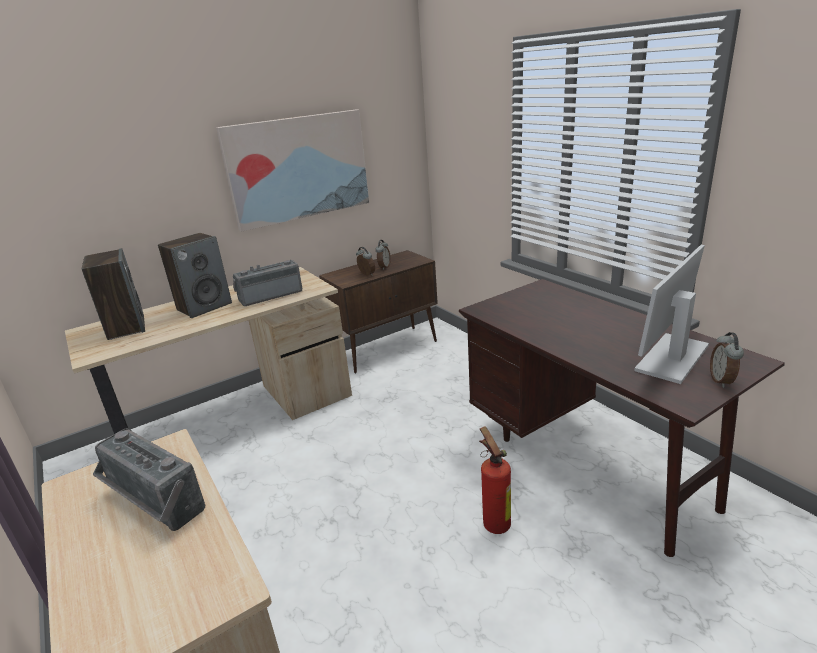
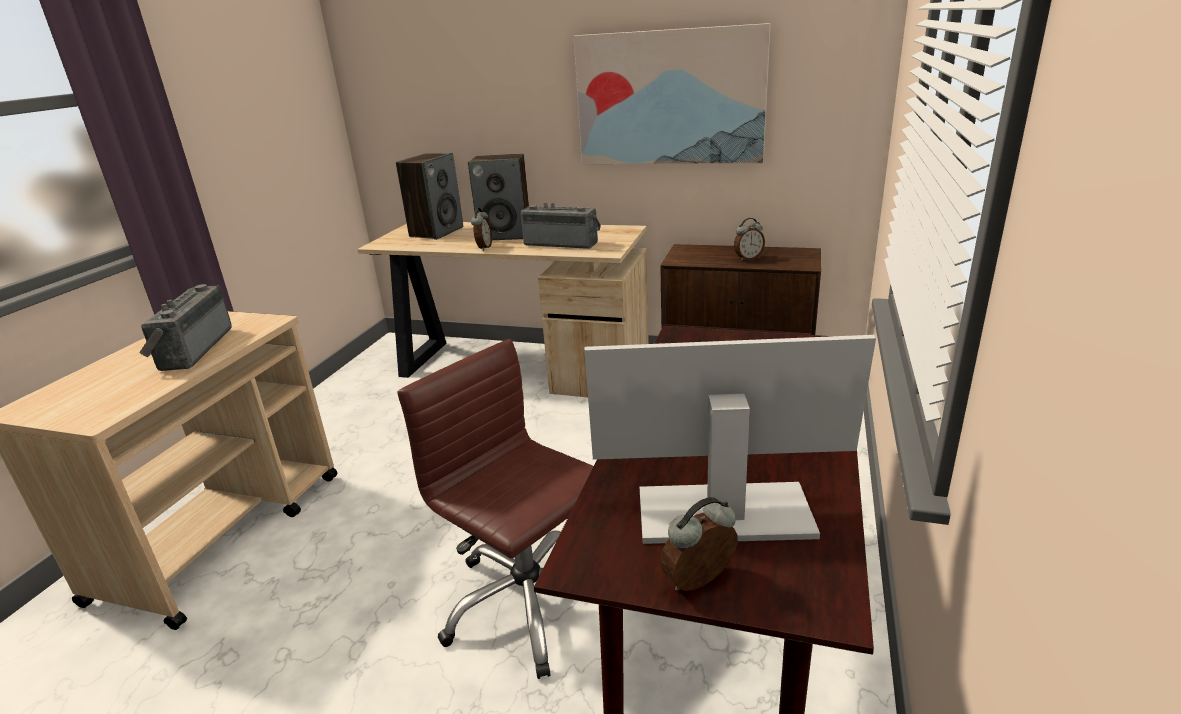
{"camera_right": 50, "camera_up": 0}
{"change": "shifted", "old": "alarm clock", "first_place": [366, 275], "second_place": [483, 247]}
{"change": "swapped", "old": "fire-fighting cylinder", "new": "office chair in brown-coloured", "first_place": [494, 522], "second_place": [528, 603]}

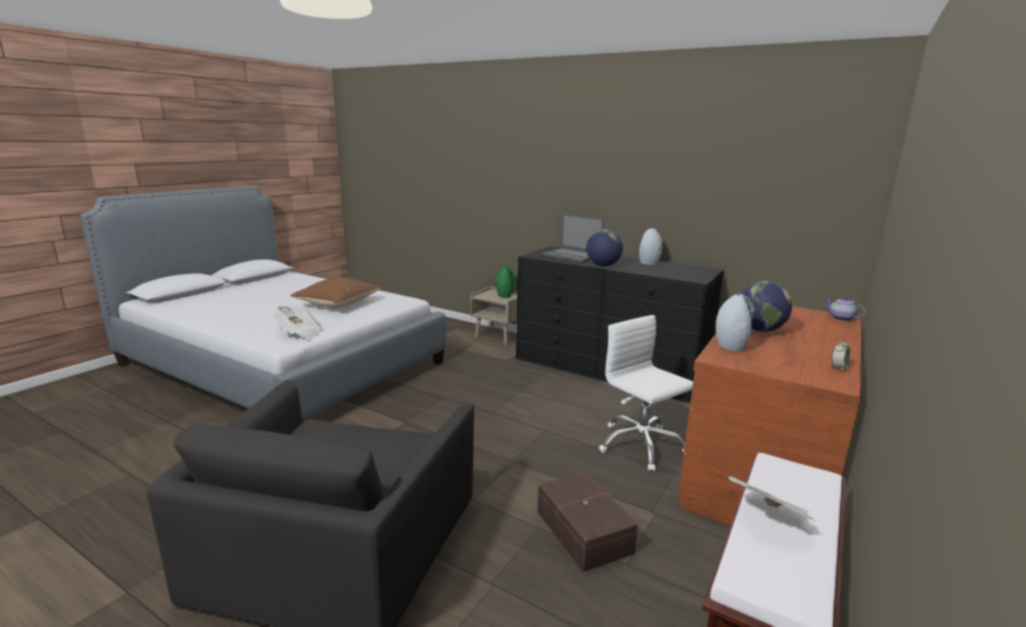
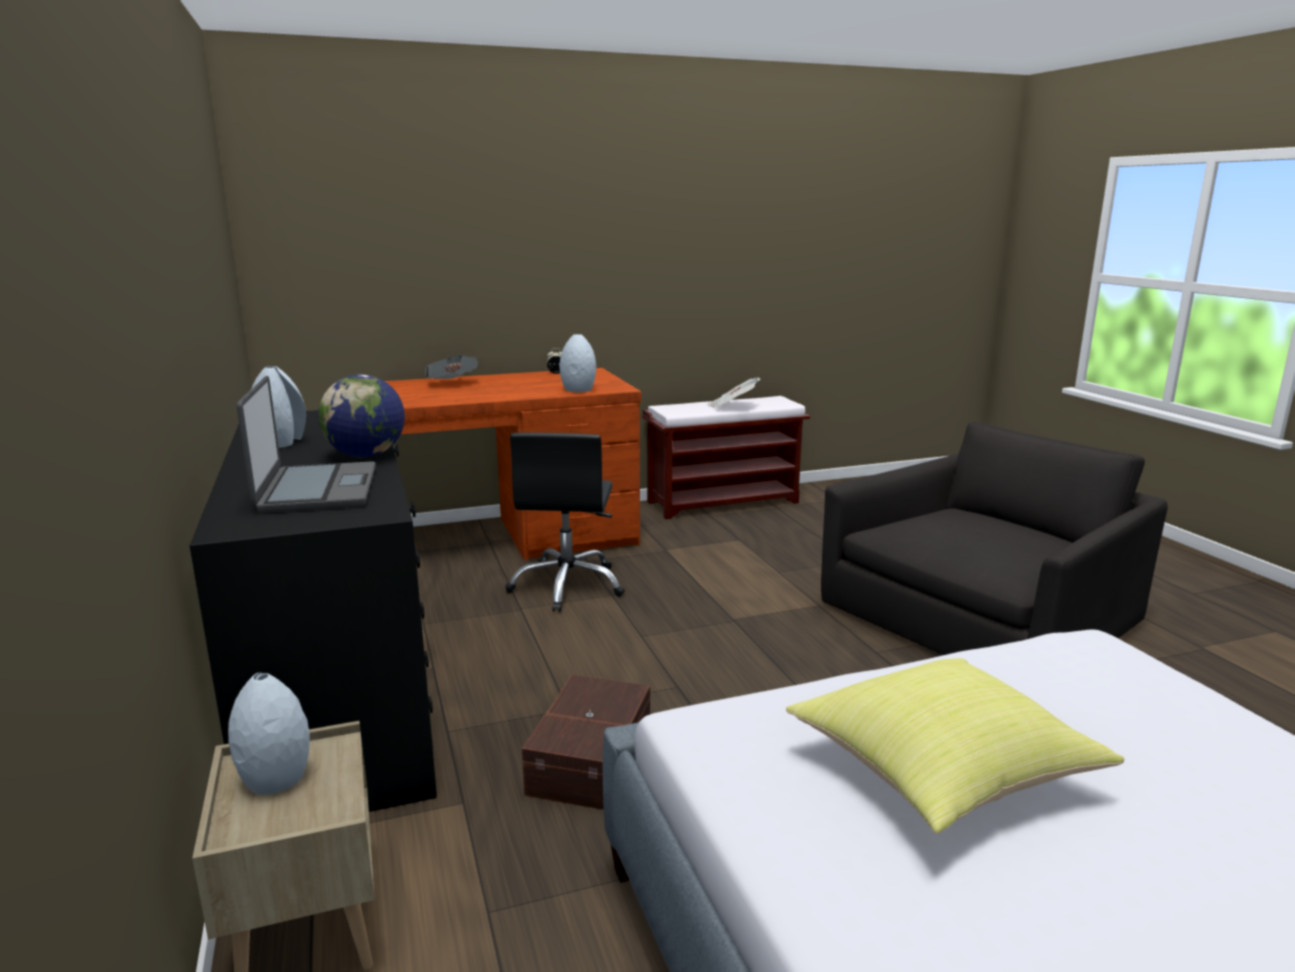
{"camera_right": -140, "camera_up": 0}
{"change": "repainted", "old": "flower vase in green-coloured", "new": "flower vase in gray", "first_place": [505, 296], "second_place": [273, 779]}
{"change": "repainted", "old": "pillow in brown-coloured", "new": "pillow in yellow-coloured", "first_place": [338, 304], "second_place": [942, 776]}
{"change": "gone", "old": "globe", "first_place": [759, 330]}
{"change": "gone", "old": "tea pot", "first_place": [841, 318]}
{"change": "shifted", "old": "newspaper", "first_place": [299, 333], "second_place": [452, 383]}
{"change": "repainted", "old": "office chair in white-coloured", "new": "office chair in black-coloured", "first_place": [641, 445], "second_place": [568, 586]}
{"change": "shifted", "old": "storage container in brown-coloured", "first_place": [582, 533], "second_place": [593, 759]}

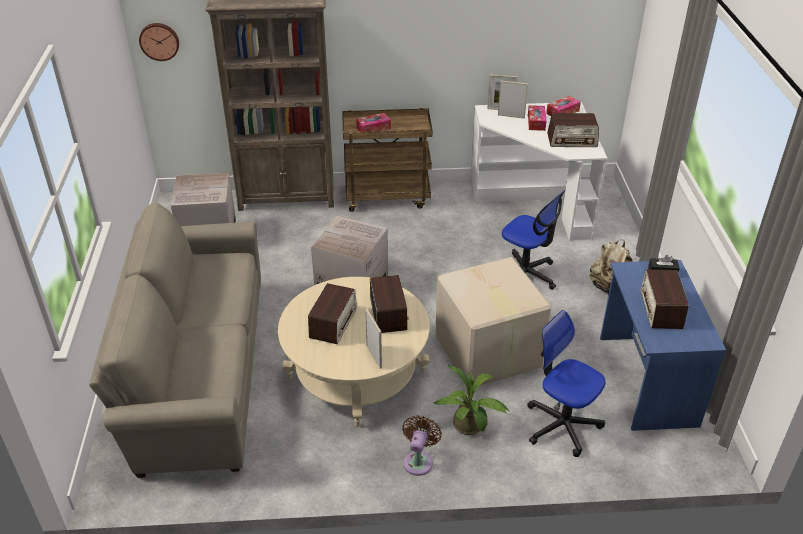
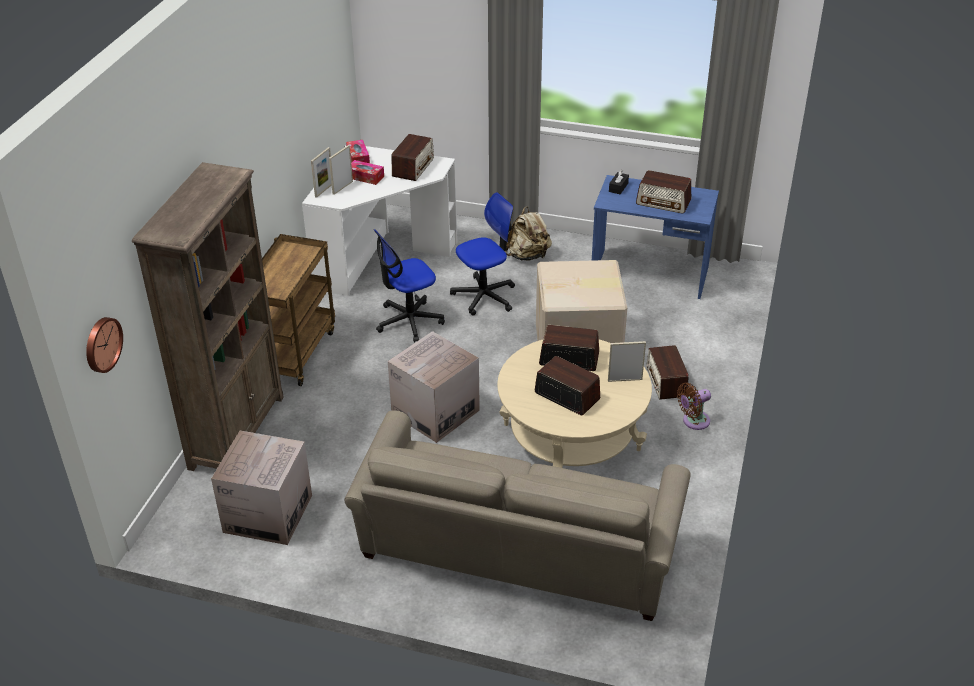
{"camera_right": -70, "camera_up": 0}
{"change": "gone", "old": "box of tissues", "first_place": [373, 128]}
{"change": "shifted", "old": "office chair", "first_place": [562, 425], "second_place": [409, 321]}
{"change": "swapped", "old": "plant in a pot", "new": "radio", "first_place": [470, 427], "second_place": [666, 382]}
{"change": "rotated", "old": "electric fan in brown-coloured", "first_place": [419, 460], "second_place": [693, 421], "degrees": -60}

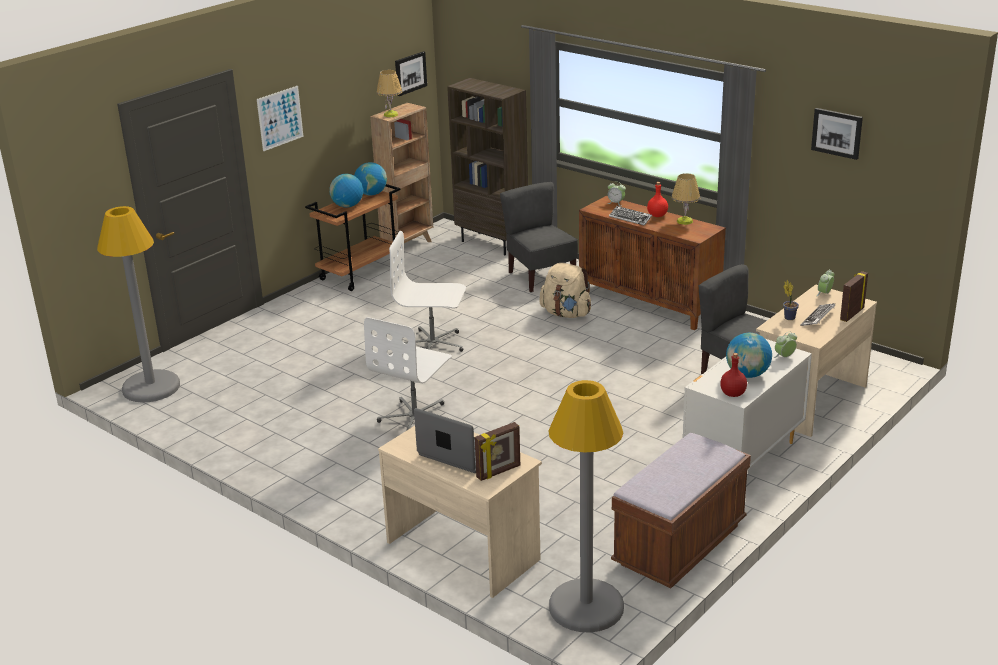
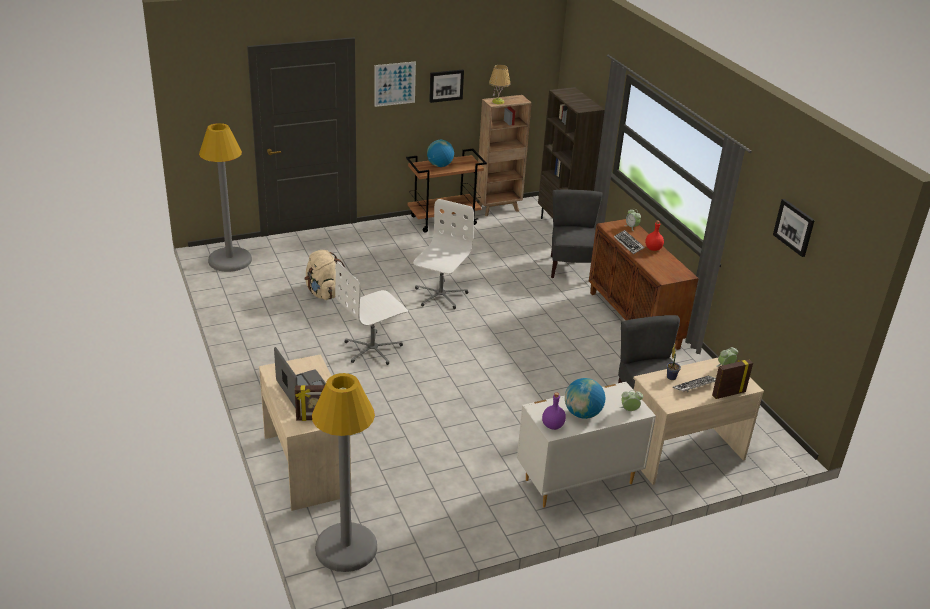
{"camera_right": 25, "camera_up": 5}
{"change": "shifted", "old": "wall picture", "first_place": [410, 73], "second_place": [446, 85]}
{"change": "gone", "old": "globe", "first_place": [371, 194]}
{"change": "gone", "old": "tabletop lamp", "first_place": [684, 221]}
{"change": "rotated", "old": "office chair in white-coloured", "first_place": [433, 344], "second_place": [440, 295], "degrees": 75}
{"change": "shifted", "old": "backpack in beige", "first_place": [566, 314], "second_place": [323, 293]}
{"change": "repainted", "old": "drink bottle in red", "new": "drink bottle in purplish", "first_place": [732, 394], "second_place": [552, 425]}
{"change": "gone", "old": "bench in brown-coloured", "first_place": [680, 545]}

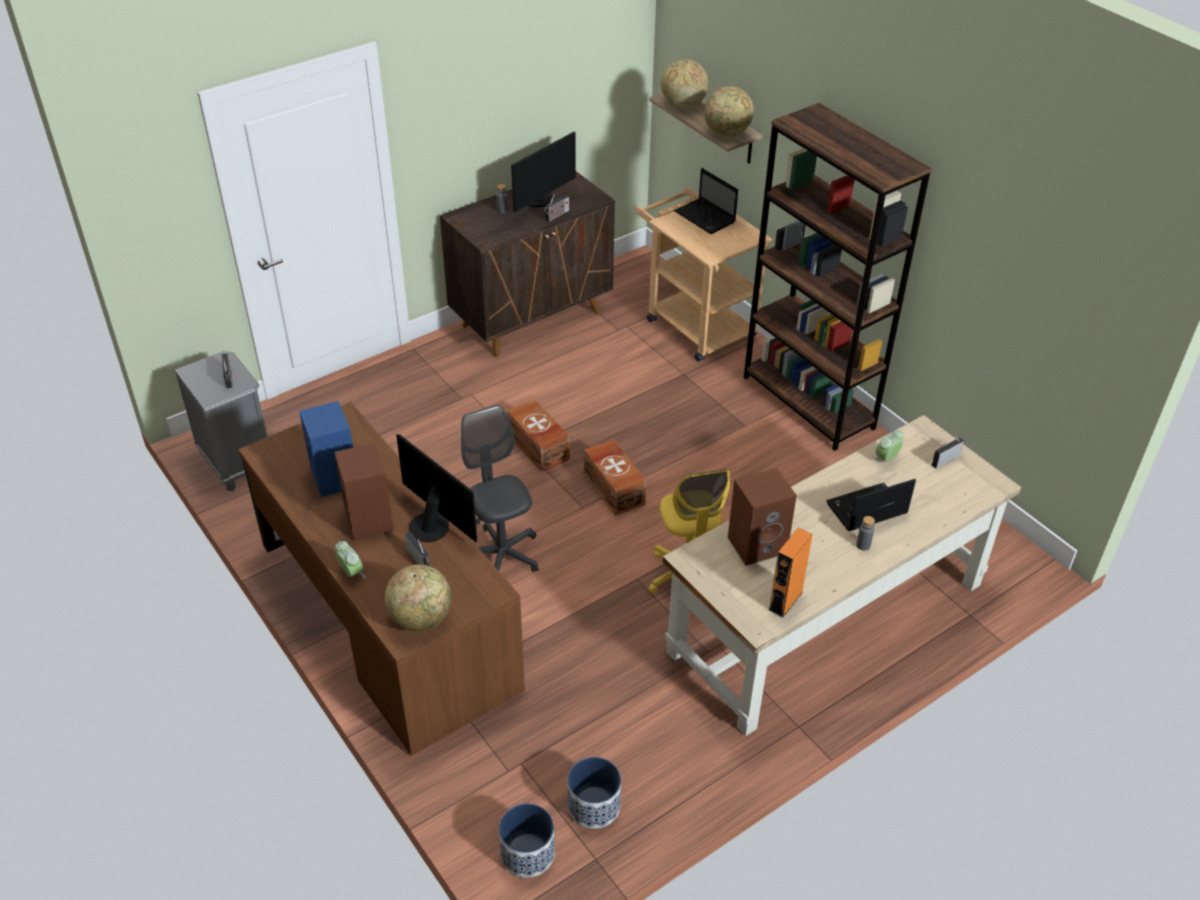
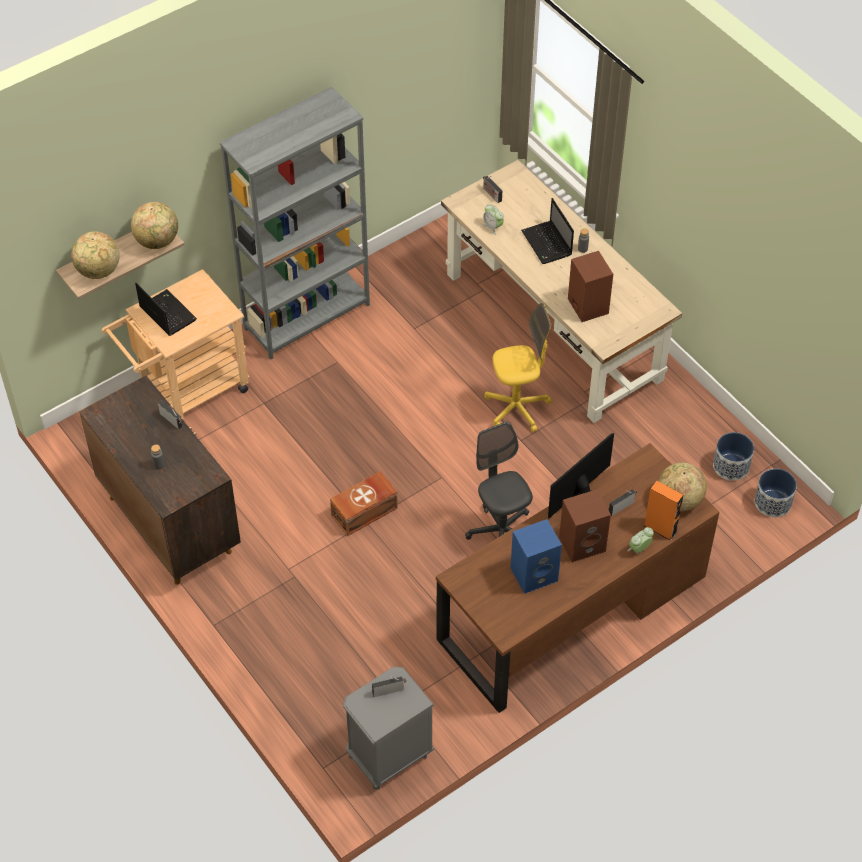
{"camera_right": -90, "camera_up": 10}
{"change": "repainted", "old": "bookcase in brown-coloured", "new": "bookcase in gray", "first_place": [808, 402], "second_place": [307, 316]}
{"change": "gone", "old": "computer display", "first_place": [540, 200]}
{"change": "rotated", "old": "notebook computer", "first_place": [705, 218], "second_place": [166, 313], "degrees": -90}
{"change": "rotated", "old": "office chair in gray", "first_place": [501, 556], "second_place": [501, 532], "degrees": 90}
{"change": "gone", "old": "storage container in brown-coloured", "first_place": [614, 488]}
{"change": "shifted", "old": "speaker in orangey", "first_place": [785, 601], "second_place": [660, 529]}

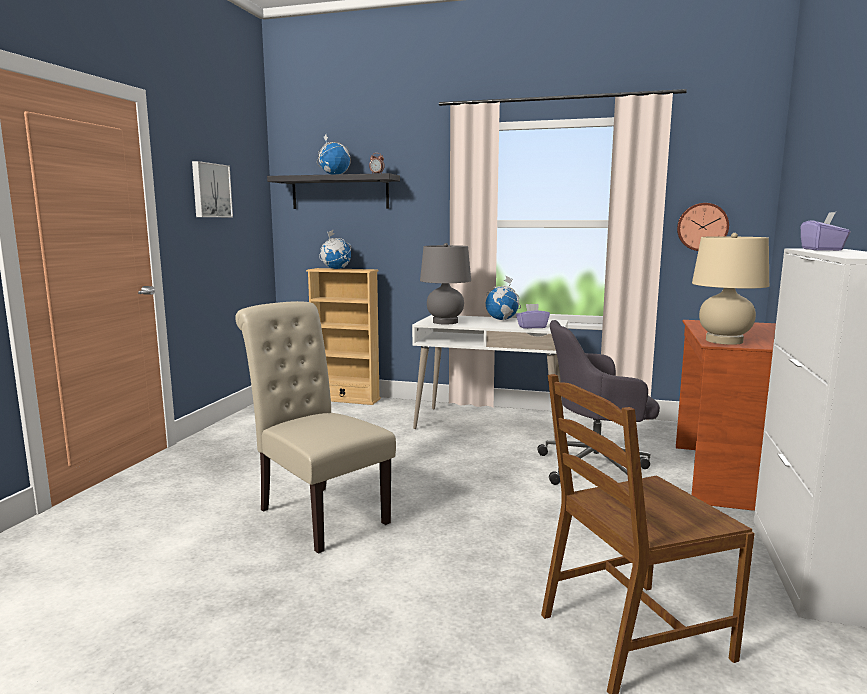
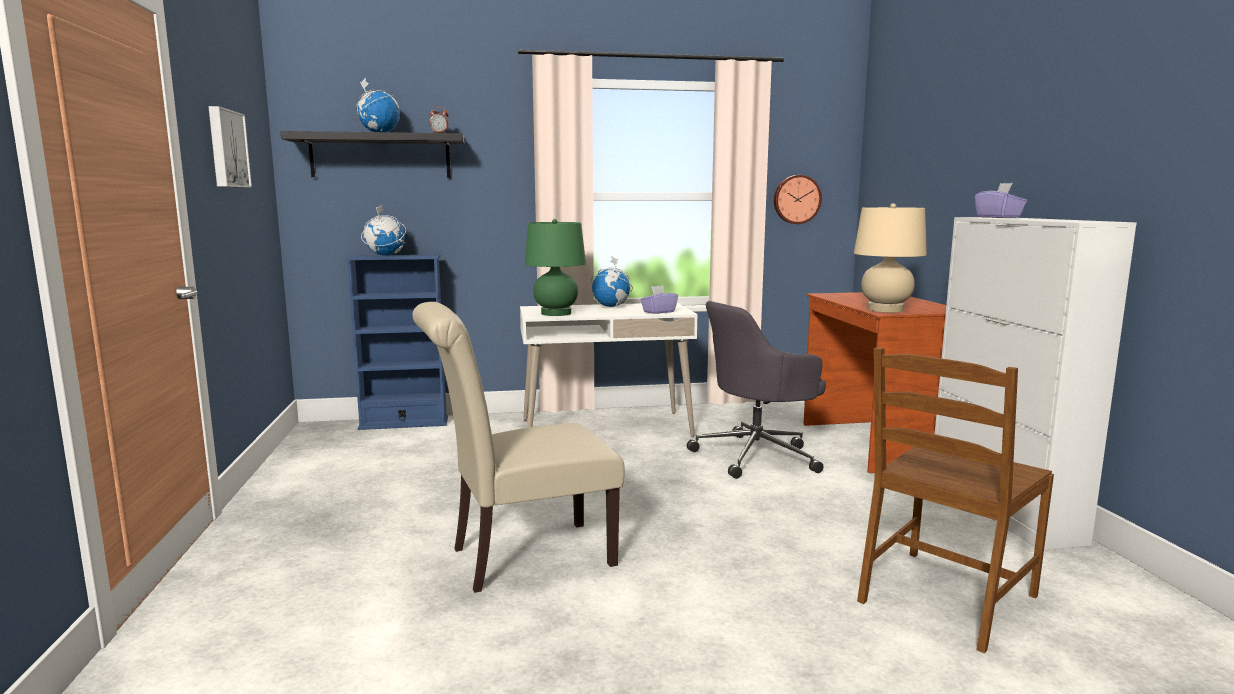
{"camera_right": -25, "camera_up": 0}
{"change": "repainted", "old": "tabletop lamp in gray", "new": "tabletop lamp in green-coloured", "first_place": [445, 322], "second_place": [556, 313]}
{"change": "repainted", "old": "bookcase in beige", "new": "bookcase in blue", "first_place": [346, 399], "second_place": [404, 423]}
{"change": "rotated", "old": "upright chair in beige", "first_place": [317, 513], "second_place": [522, 557], "degrees": -45}

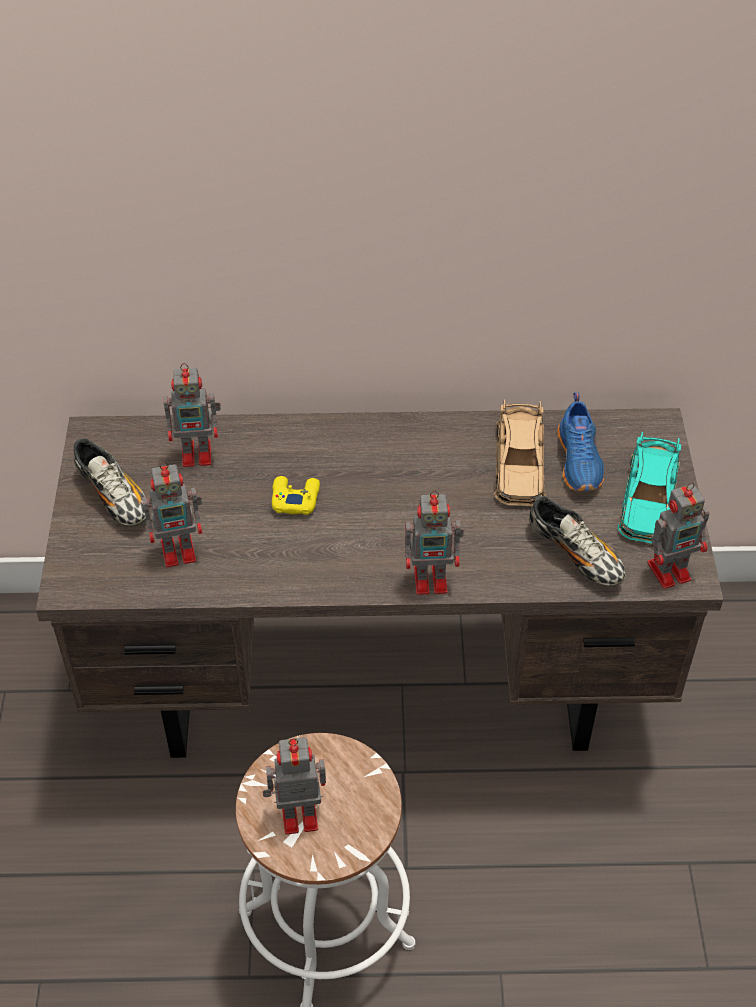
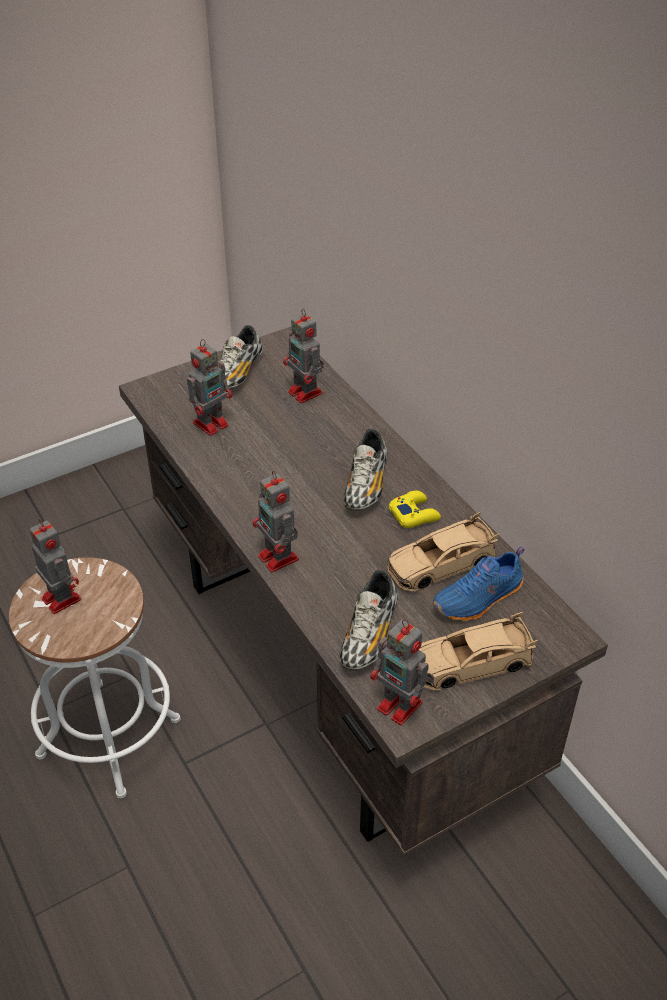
{"camera_right": 60, "camera_up": -5}
{"change": "repainted", "old": "model car in turquoise-coloured", "new": "model car in beige", "first_place": [648, 500], "second_place": [472, 662]}
{"change": "rotated", "old": "model robot", "first_place": [180, 550], "second_place": [212, 423], "degrees": -90}
{"change": "shifted", "old": "joypad in yellow-coloured", "first_place": [295, 498], "second_place": [414, 514]}
{"change": "new", "new": "item of footwear", "second_place": [366, 485]}

